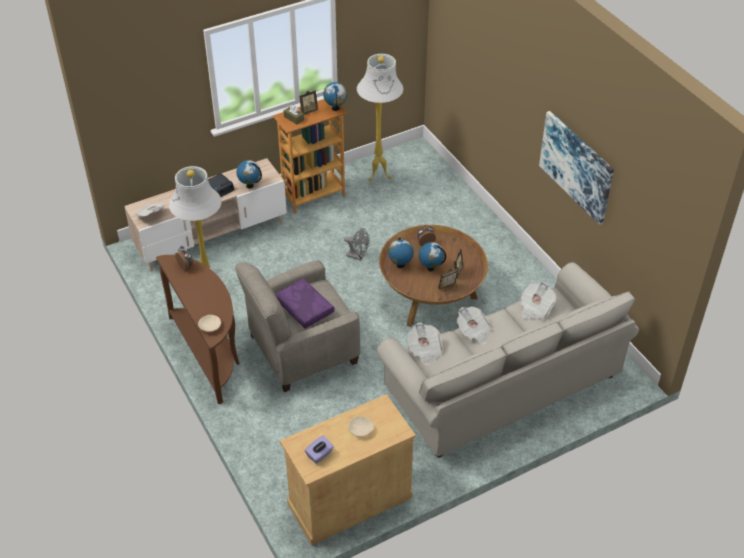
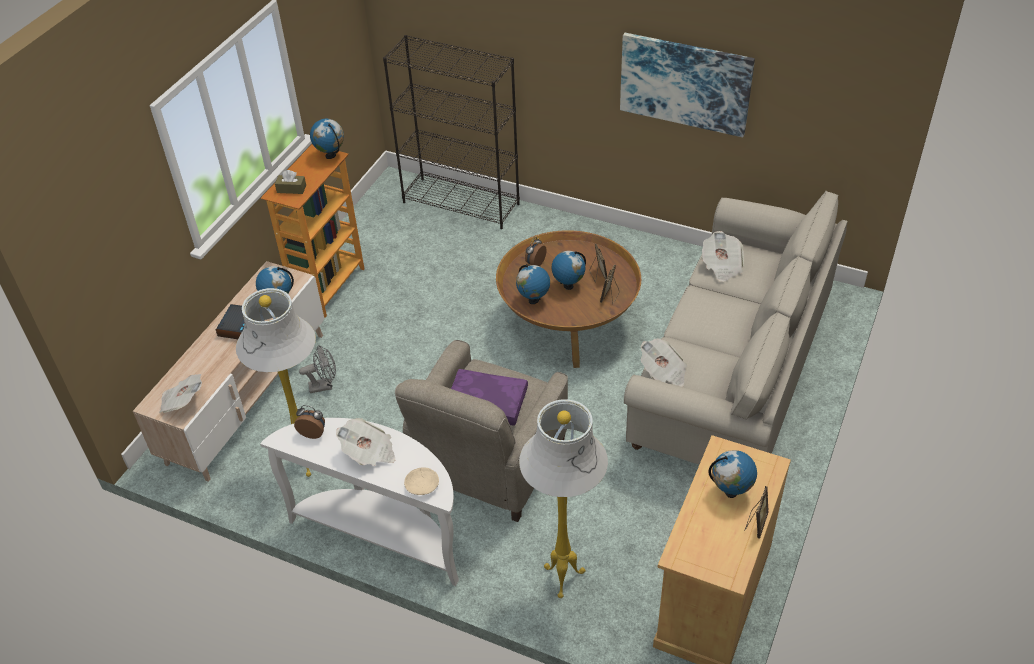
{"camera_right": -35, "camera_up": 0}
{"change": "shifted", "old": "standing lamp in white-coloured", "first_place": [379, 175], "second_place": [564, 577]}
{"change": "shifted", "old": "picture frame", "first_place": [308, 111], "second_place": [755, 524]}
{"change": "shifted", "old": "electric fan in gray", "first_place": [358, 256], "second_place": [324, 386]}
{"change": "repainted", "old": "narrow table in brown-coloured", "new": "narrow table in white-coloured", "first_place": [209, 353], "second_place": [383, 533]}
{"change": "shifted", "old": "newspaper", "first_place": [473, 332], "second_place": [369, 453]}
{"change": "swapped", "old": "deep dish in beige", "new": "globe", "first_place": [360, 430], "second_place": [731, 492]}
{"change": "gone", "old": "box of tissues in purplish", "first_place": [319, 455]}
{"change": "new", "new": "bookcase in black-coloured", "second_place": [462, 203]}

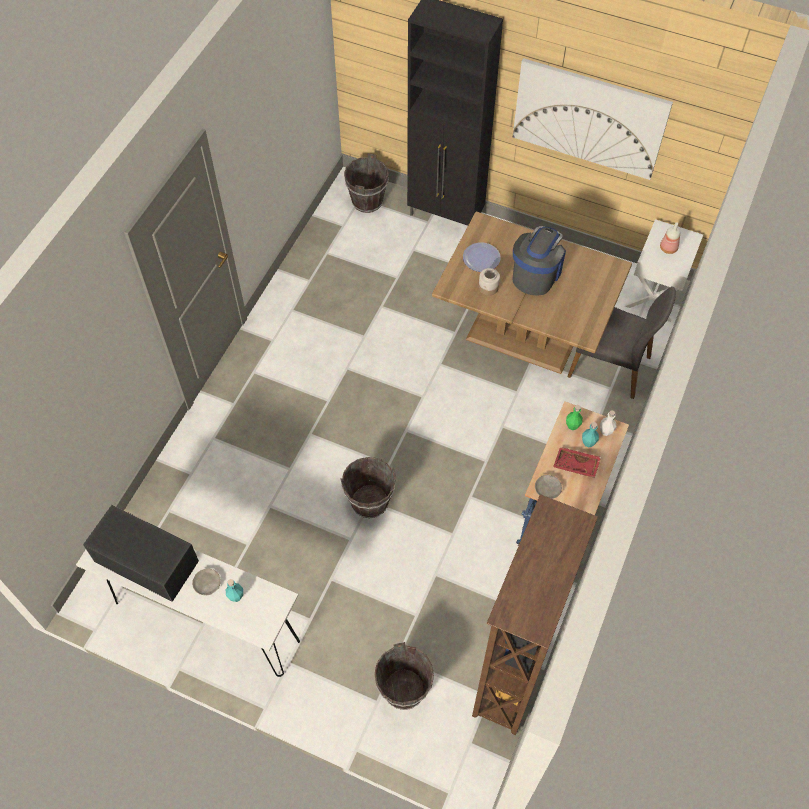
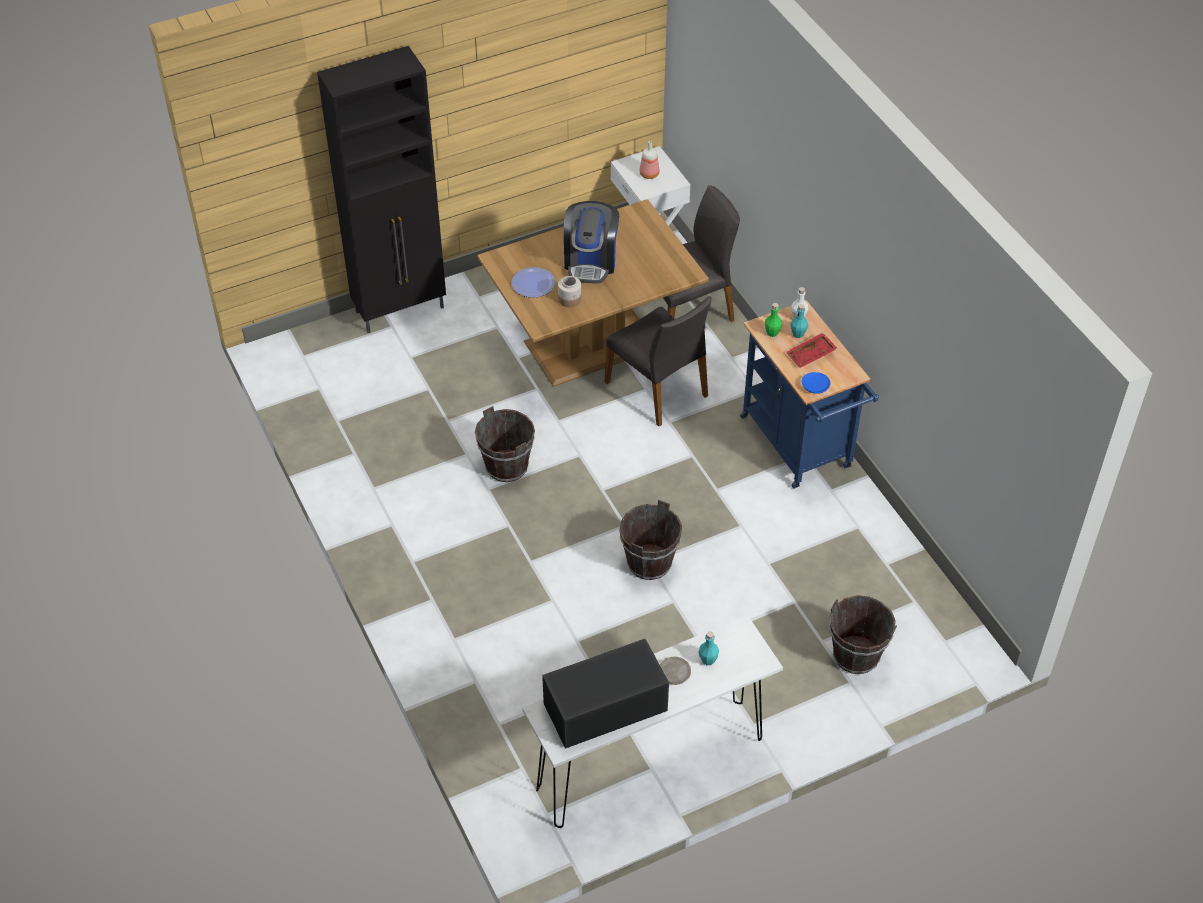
{"camera_right": -50, "camera_up": -10}
{"change": "gone", "old": "wall picture", "first_place": [589, 119]}
{"change": "shifted", "old": "bucket in brown-coloured", "first_place": [367, 201], "second_place": [507, 466]}
{"change": "rotated", "old": "coffee brewer", "first_place": [536, 274], "second_place": [591, 261], "degrees": -150}
{"change": "repainted", "old": "flat dish in beige", "new": "flat dish in blue", "first_place": [548, 489], "second_place": [815, 386]}
{"change": "gone", "old": "bookcase in brown-coloured", "first_place": [511, 675]}
{"change": "new", "new": "upright chair in gray", "second_place": [658, 389]}

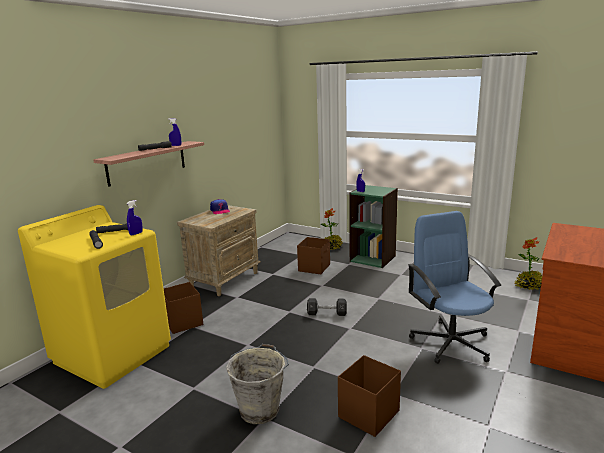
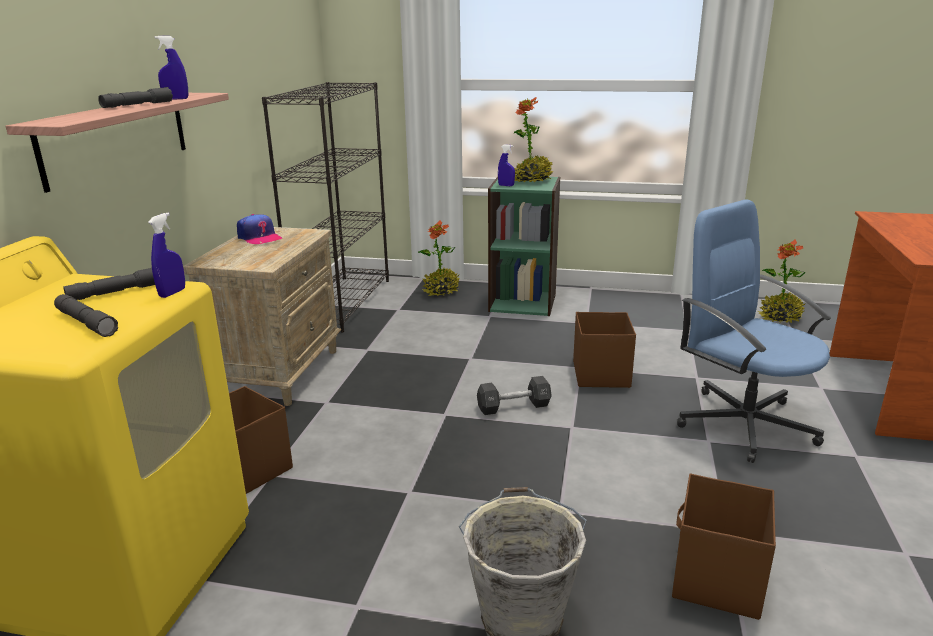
{"camera_right": -20, "camera_up": 5}
{"change": "shifted", "old": "storage container in brown-coloured", "first_place": [314, 267], "second_place": [601, 374]}
{"change": "new", "new": "bookcase in black-coloured", "second_place": [343, 302]}
{"change": "new", "new": "plant in a pot", "second_place": [531, 180]}

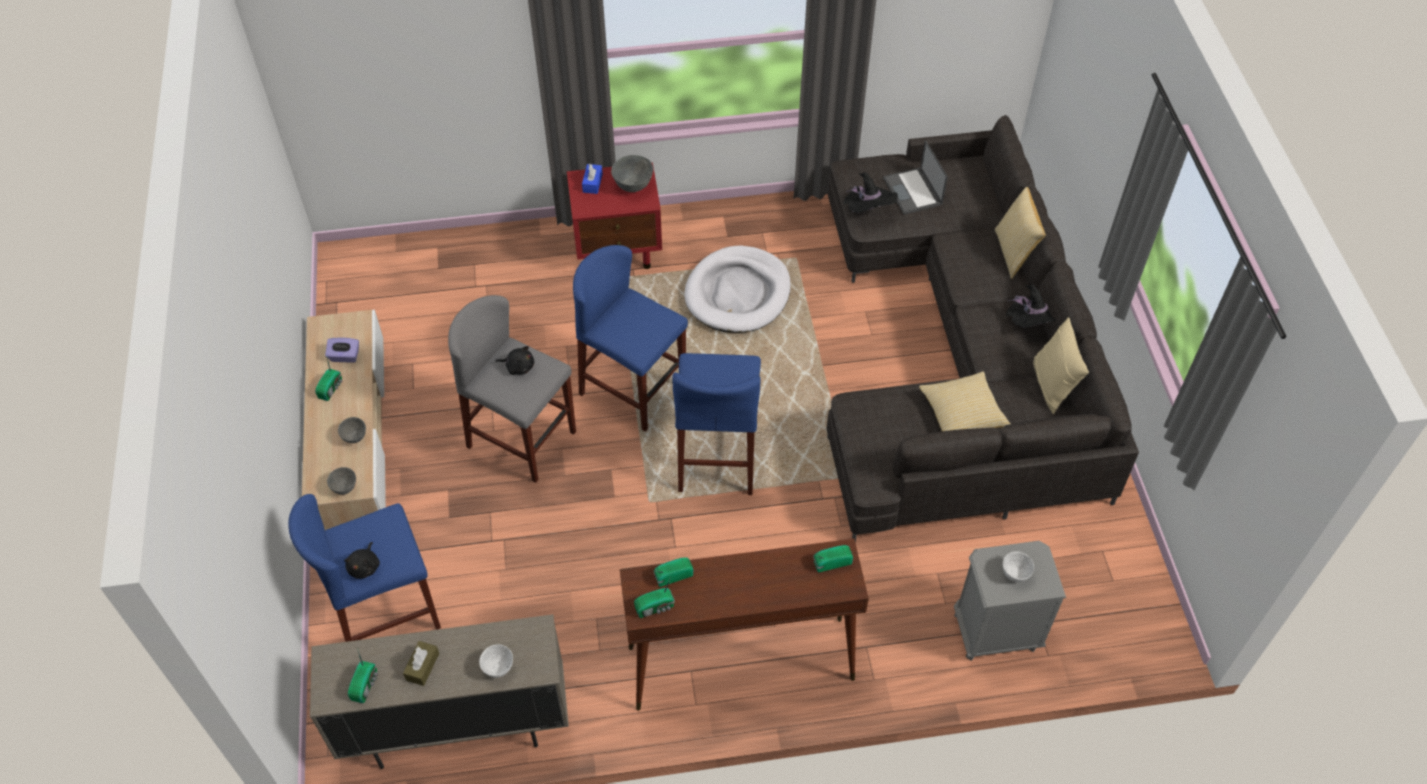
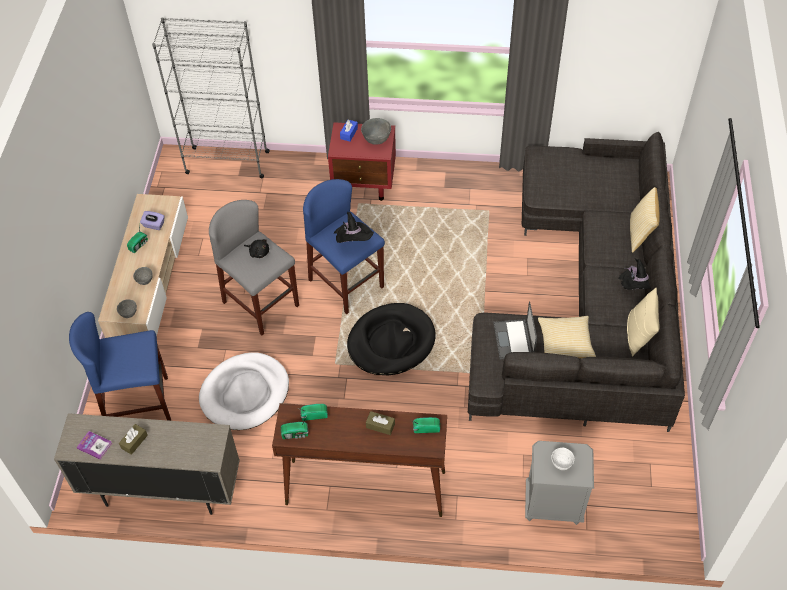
{"camera_right": 15, "camera_up": 0}
{"change": "shifted", "old": "notebook computer", "first_place": [913, 192], "second_place": [514, 340]}
{"change": "shifted", "old": "hat in black-coloured", "first_place": [867, 211], "second_place": [353, 241]}
{"change": "shifted", "old": "dog cushion in white-coloured", "first_place": [738, 293], "second_place": [245, 393]}
{"change": "swapped", "old": "stool seat in blue", "new": "dog cushion in black-coloured", "first_place": [717, 457], "second_place": [391, 342]}
{"change": "gone", "old": "cuddly toy in black-coloured", "first_place": [365, 566]}
{"change": "gone", "old": "deep dish in white-coloured", "first_place": [497, 668]}
{"change": "swapped", "old": "radio", "new": "volume", "first_place": [365, 684], "second_place": [94, 445]}
{"change": "new", "new": "bookcase in gray", "second_place": [227, 162]}
{"change": "new", "new": "box of tissues in brown-coloured", "second_place": [380, 426]}

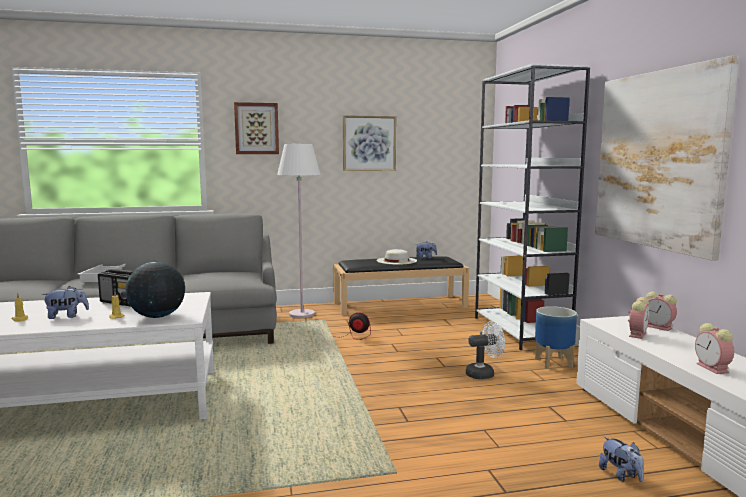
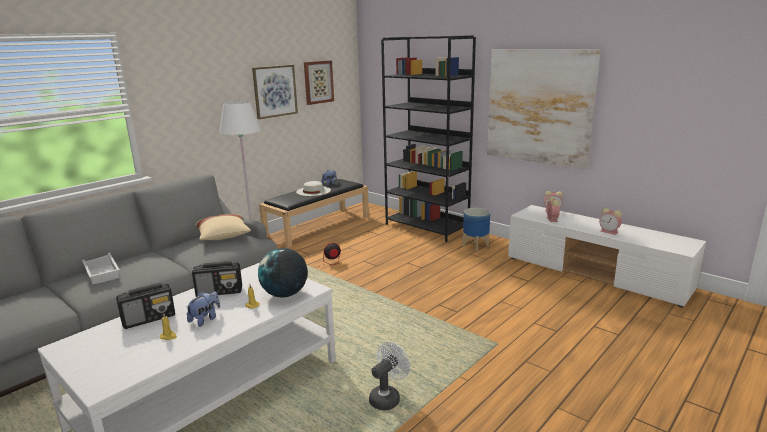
{"camera_right": -35, "camera_up": 10}
{"change": "repainted", "old": "bookcase in white-coloured", "new": "bookcase in black-coloured", "first_place": [521, 331], "second_place": [427, 227]}
{"change": "shifted", "old": "wall picture", "first_place": [256, 128], "second_place": [318, 82]}
{"change": "shifted", "old": "electric fan in white-coloured", "first_place": [484, 374], "second_place": [387, 397]}
{"change": "gone", "old": "cuddly toy", "first_place": [621, 475]}
{"change": "new", "new": "pillow in beige", "second_place": [223, 237]}
{"change": "new", "new": "radio", "second_place": [149, 319]}

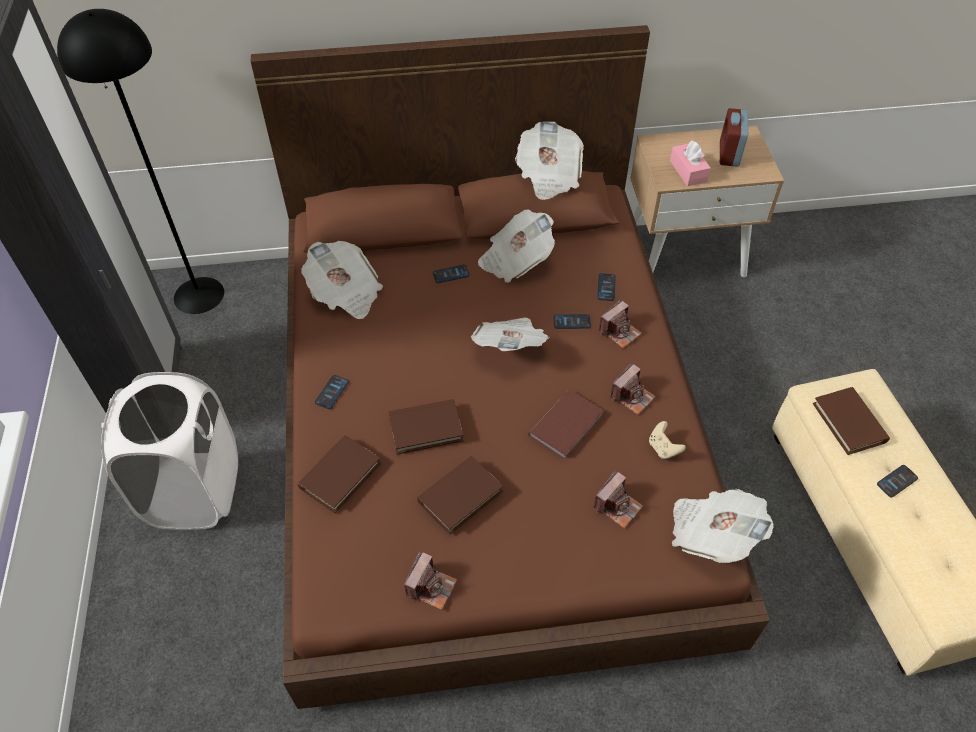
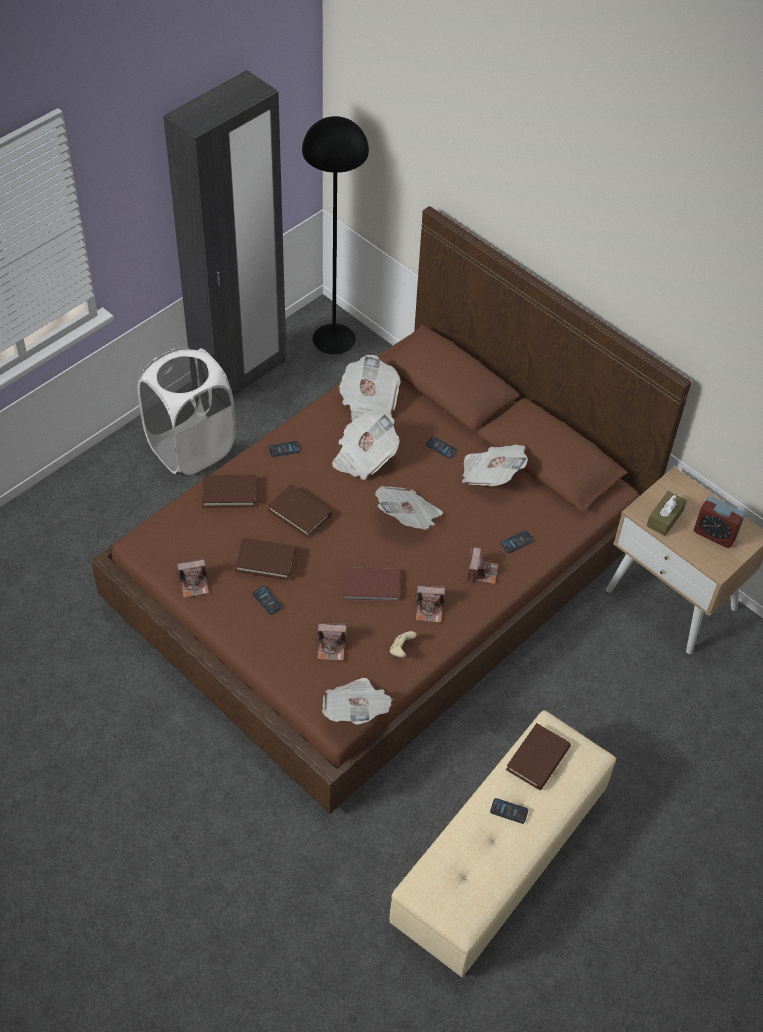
{"camera_right": 50, "camera_up": 0}
{"change": "rotated", "old": "alarm clock", "first_place": [729, 154], "second_place": [714, 534], "degrees": -120}
{"change": "shifted", "old": "newspaper", "first_place": [548, 176], "second_place": [364, 457]}
{"change": "repainted", "old": "box of tissues in pinkish", "new": "box of tissues in brown-coloured", "first_place": [688, 171], "second_place": [665, 518]}
{"change": "rotated", "old": "photo camera", "first_place": [619, 332], "second_place": [481, 572], "degrees": -90}
{"change": "shifted", "old": "telephone", "first_place": [571, 322], "second_place": [267, 600]}

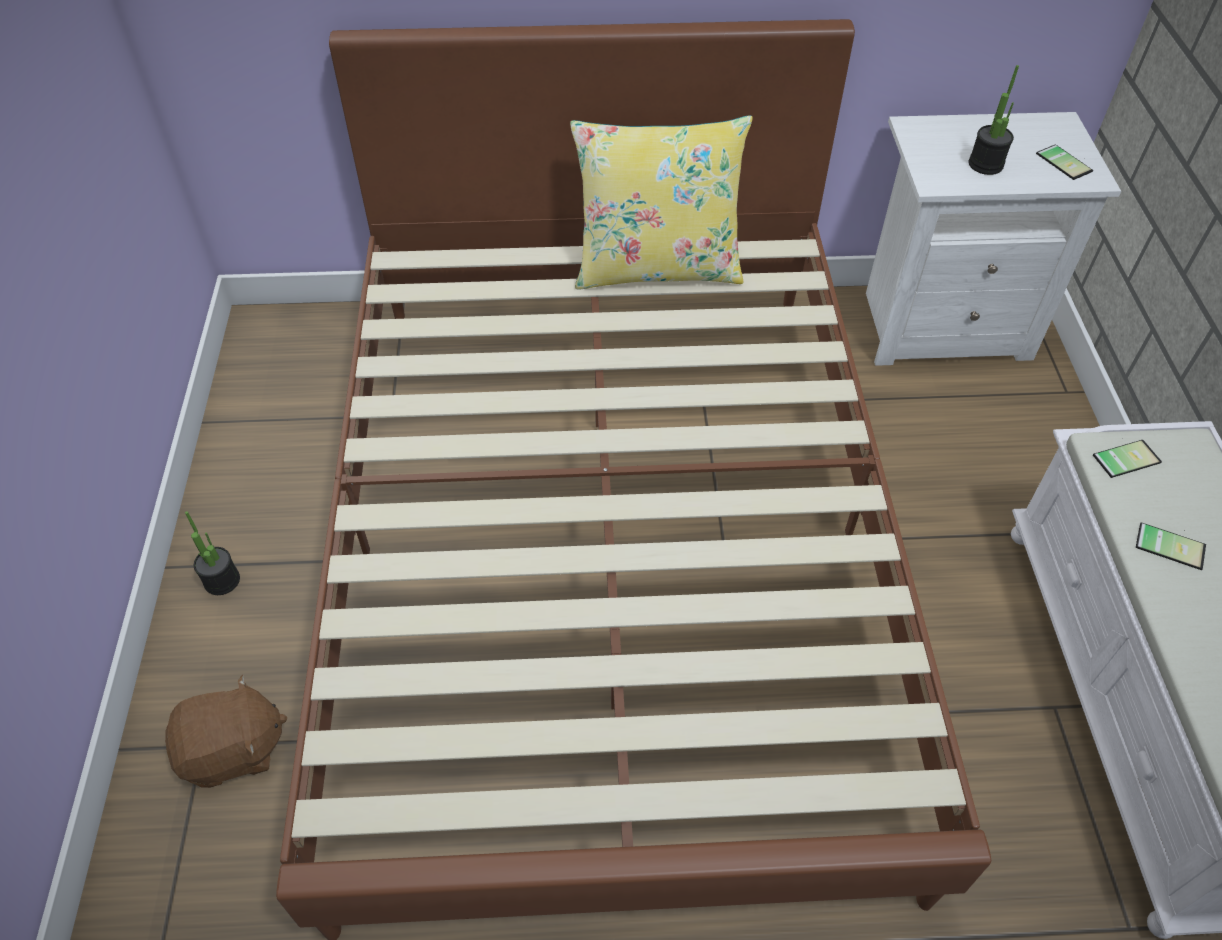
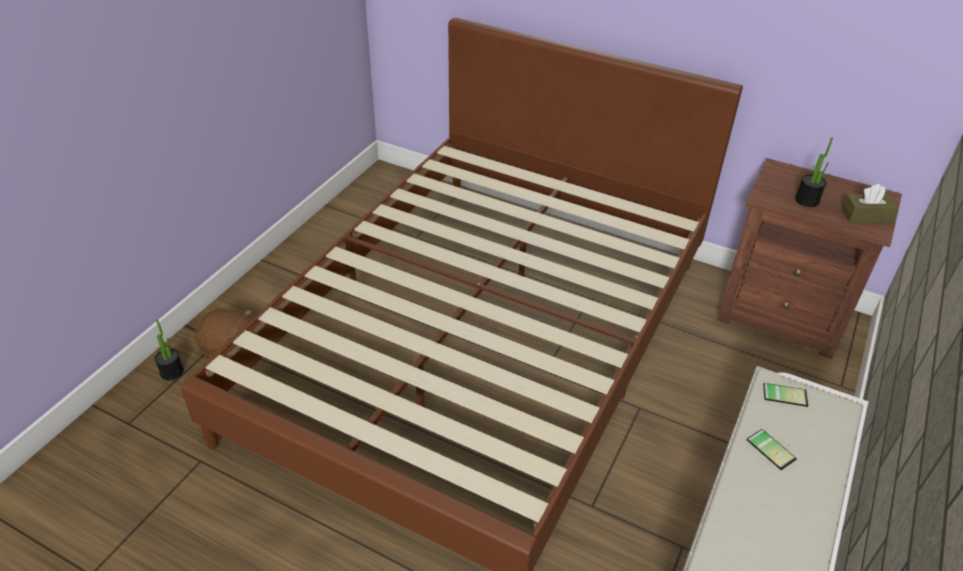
{"camera_right": 30, "camera_up": -10}
{"change": "repainted", "old": "bedside table in white-coloured", "new": "bedside table in brown-coloured", "first_place": [942, 325], "second_place": [782, 316]}
{"change": "gone", "old": "pillow in yellow-coloured", "first_place": [657, 267]}
{"change": "swapped", "old": "telephone", "new": "box of tissues in brown-coloured", "first_place": [1066, 161], "second_place": [866, 216]}
{"change": "shifted", "old": "plant in a pot", "first_place": [222, 580], "second_place": [172, 372]}

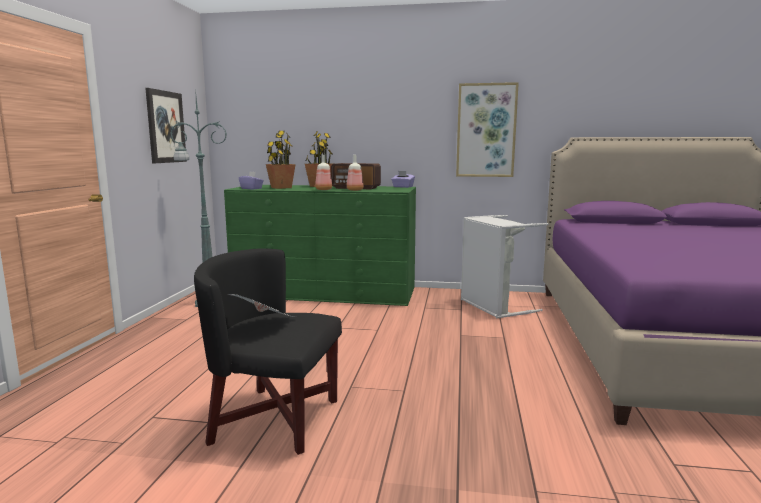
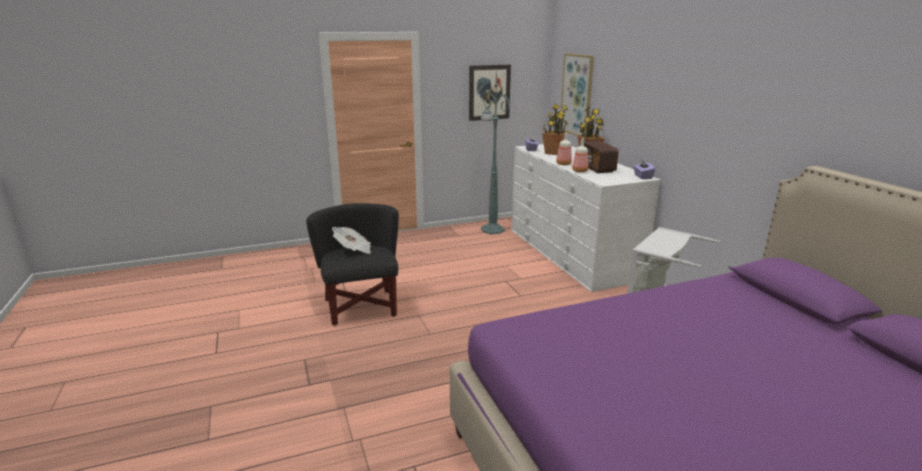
{"camera_right": 60, "camera_up": 10}
{"change": "shifted", "old": "wall picture", "first_place": [486, 130], "second_place": [577, 95]}
{"change": "repainted", "old": "chest of drawers in green-coloured", "new": "chest of drawers in white-coloured", "first_place": [325, 292], "second_place": [571, 253]}

